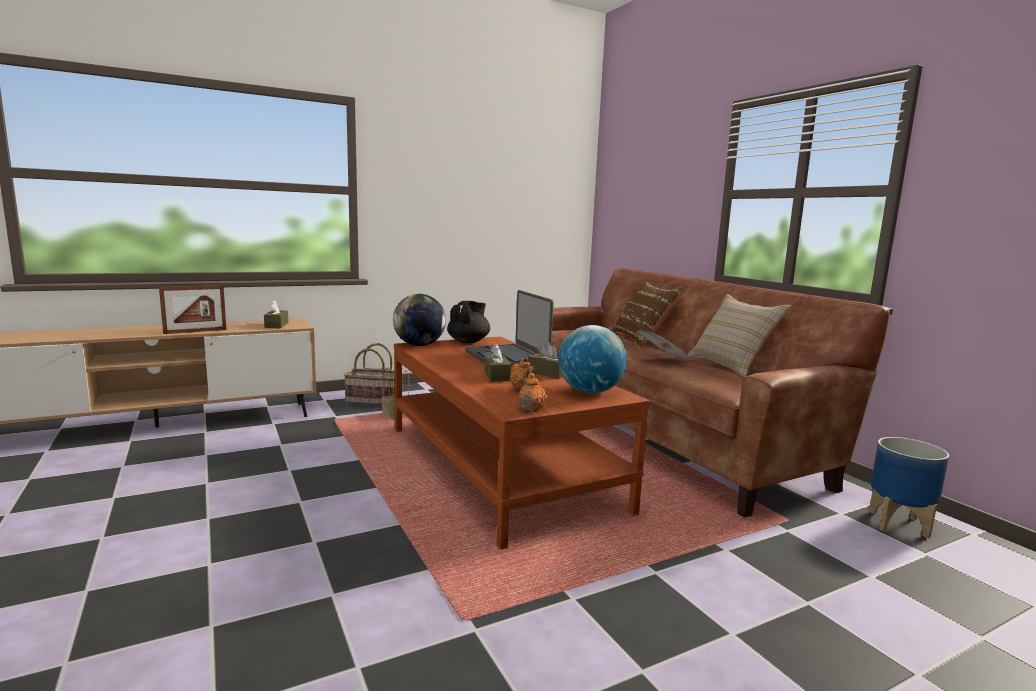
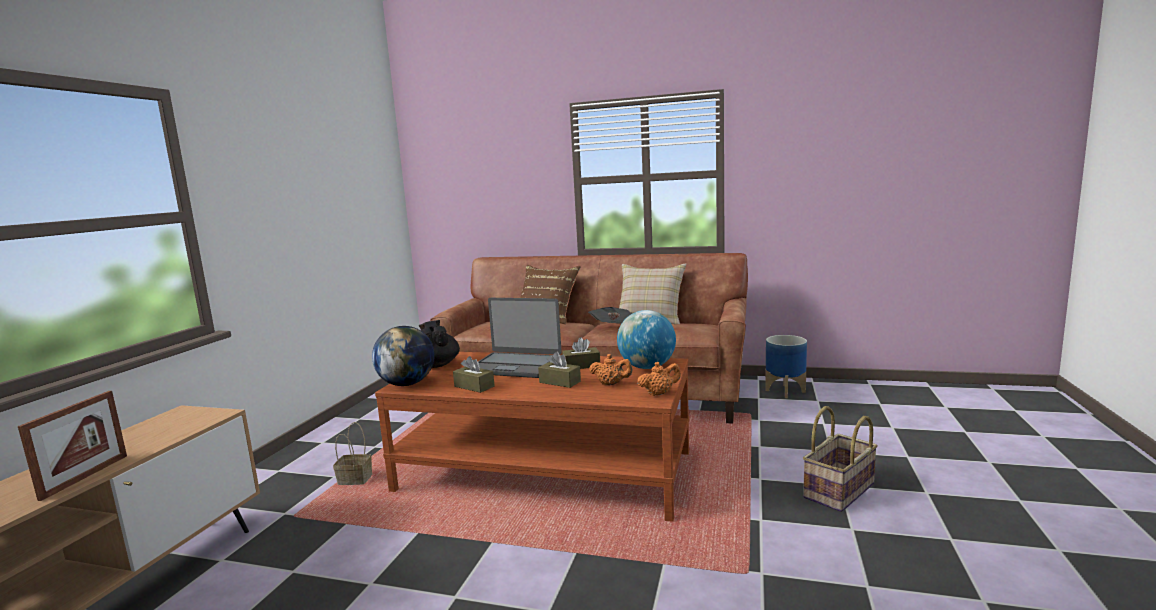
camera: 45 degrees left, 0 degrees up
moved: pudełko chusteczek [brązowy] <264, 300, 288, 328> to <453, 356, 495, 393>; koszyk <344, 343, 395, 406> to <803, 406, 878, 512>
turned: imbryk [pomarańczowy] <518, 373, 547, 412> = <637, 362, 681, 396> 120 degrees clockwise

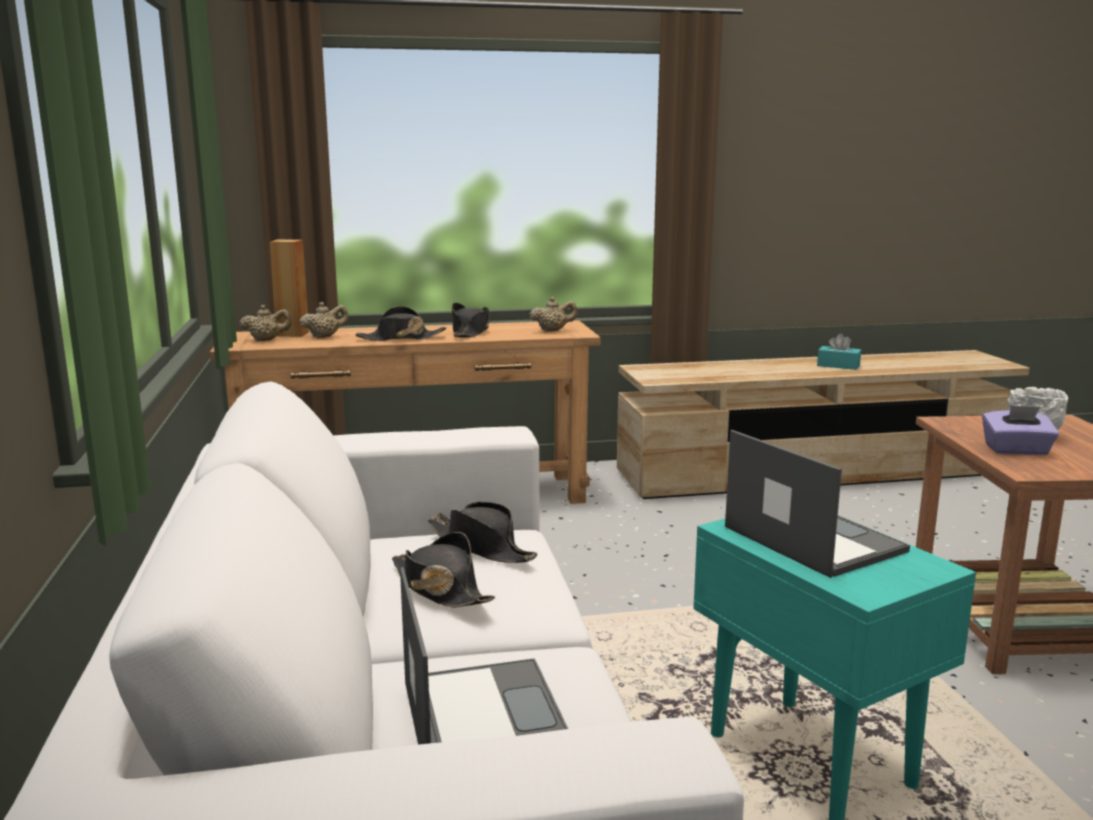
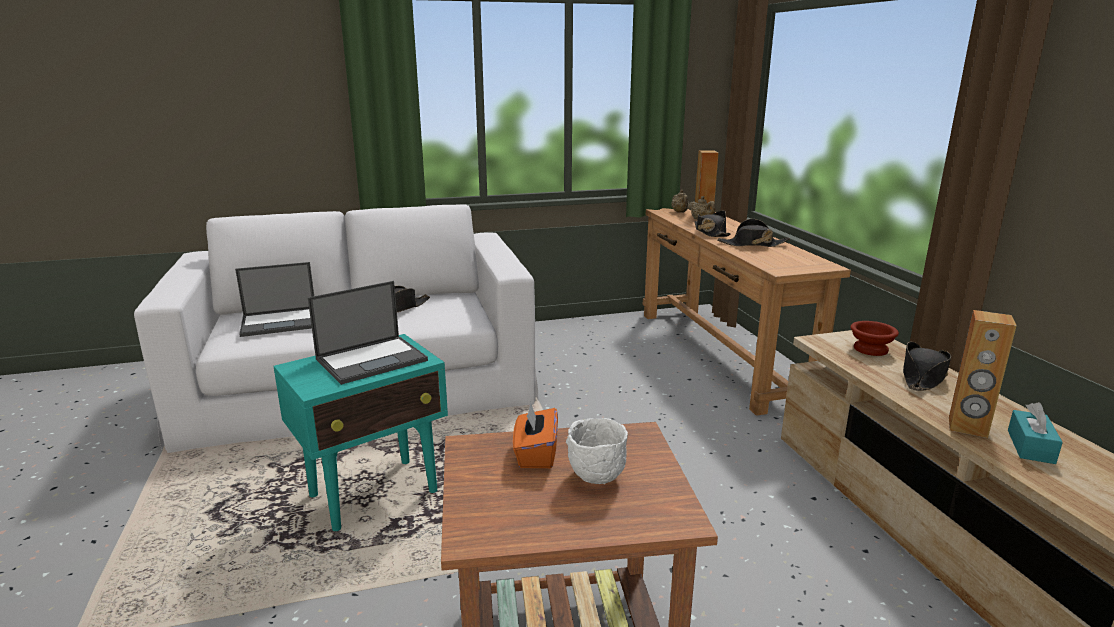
camera: 85 degrees right, 5 degrees up
removed: imbryk [beżowy] <529, 297, 577, 332>
added: miska [brązowy] <850, 321, 899, 356>; głośnik [brązowy] <949, 310, 1017, 438>
moved: kapelusz [czarny] <428, 502, 538, 563> to <903, 342, 951, 391>
recoloured: pudełko chusteczek [fioletowy] <982, 405, 1059, 455> to pudełko chusteczek [pomarańczowy] <513, 402, 558, 468>

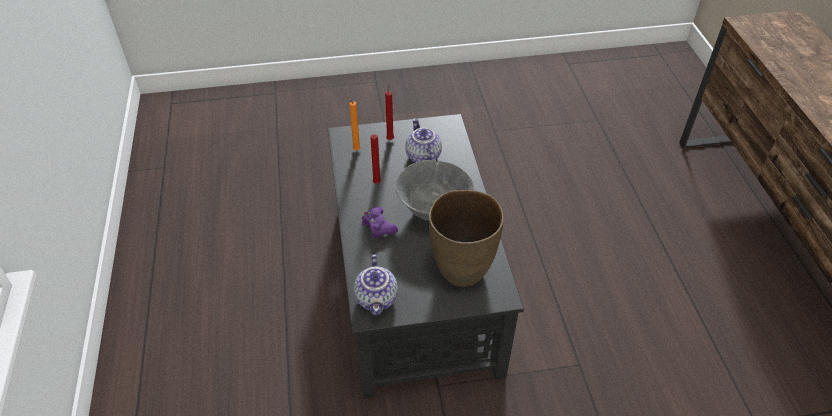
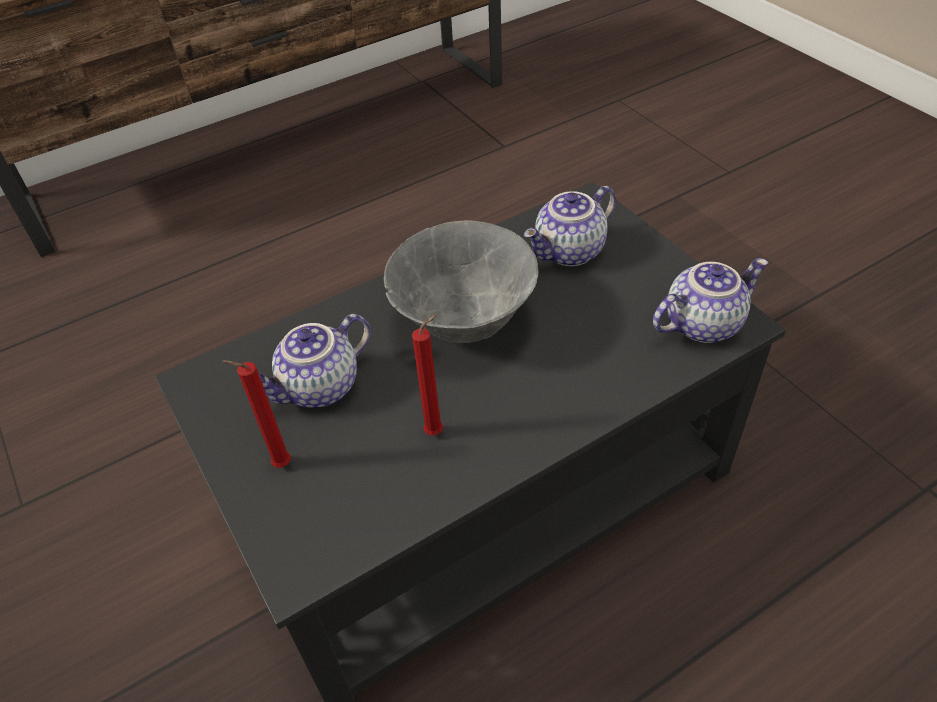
camera: 110 degrees left, 0 degrees up
removed: świeca [pomarańczowy] <346, 96, 361, 150>; pad do gier [fioletowy] <362, 207, 398, 238>
replaced: wazon [brązowy] <429, 190, 504, 287> to imbryk <524, 186, 616, 266>

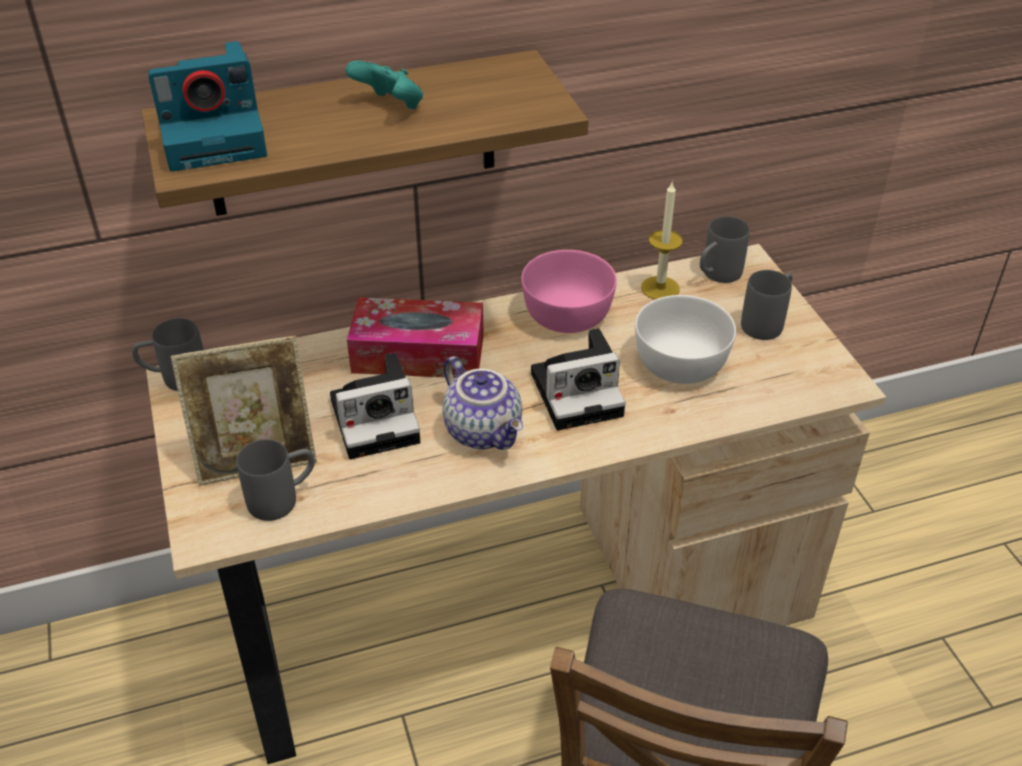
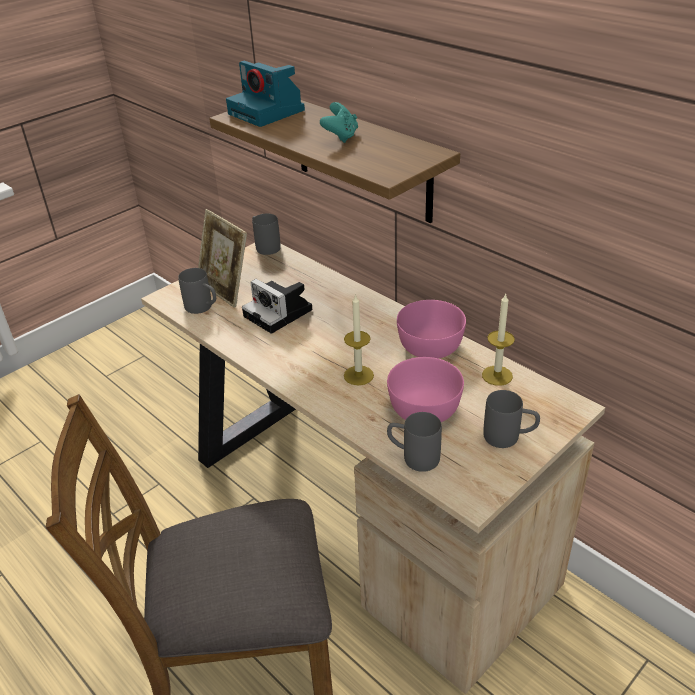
camera: 65 degrees right, 5 degrees down
removed: pudełko chusteczek <347, 297, 484, 378>; imbryk <442, 356, 523, 450>
moved: kubek [szary] <700, 216, 750, 283> to <387, 412, 442, 472>
replaced: aparat fotograficzny <531, 328, 626, 431> to świeca <344, 294, 374, 385>
recoloured: miska [biały] <635, 295, 736, 384> to miska [różowy] <387, 357, 464, 422>

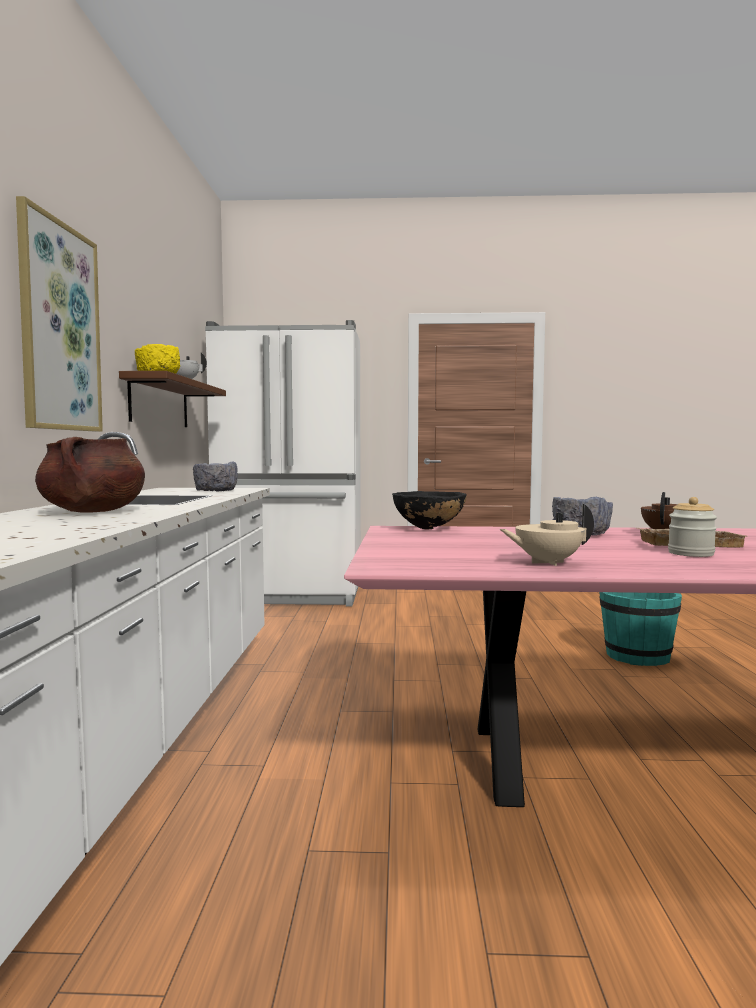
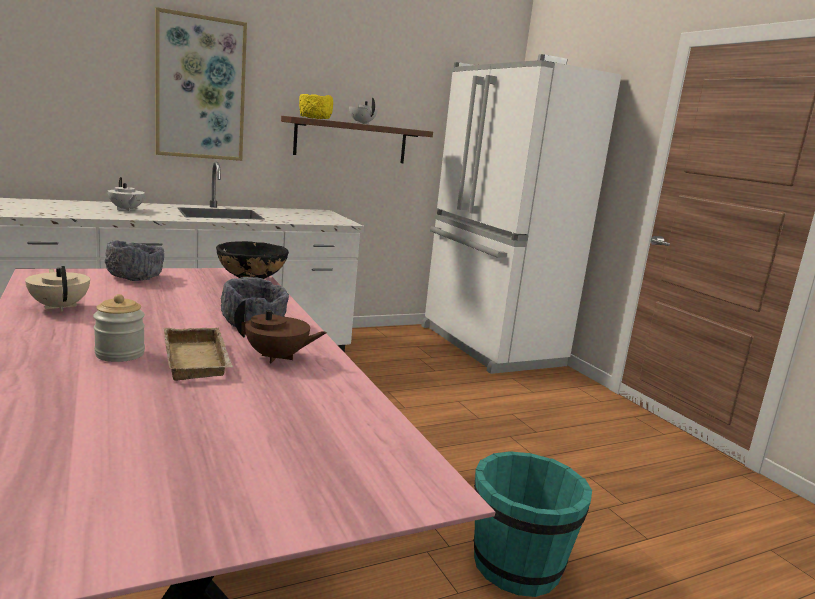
camera: 60 degrees right, 10 degrees up
moved: miska [szary] <193, 461, 238, 491> to <105, 240, 164, 281>
replaced: garnek [brązowy] <35, 437, 145, 513> to imbryk [biały] <108, 177, 145, 211>

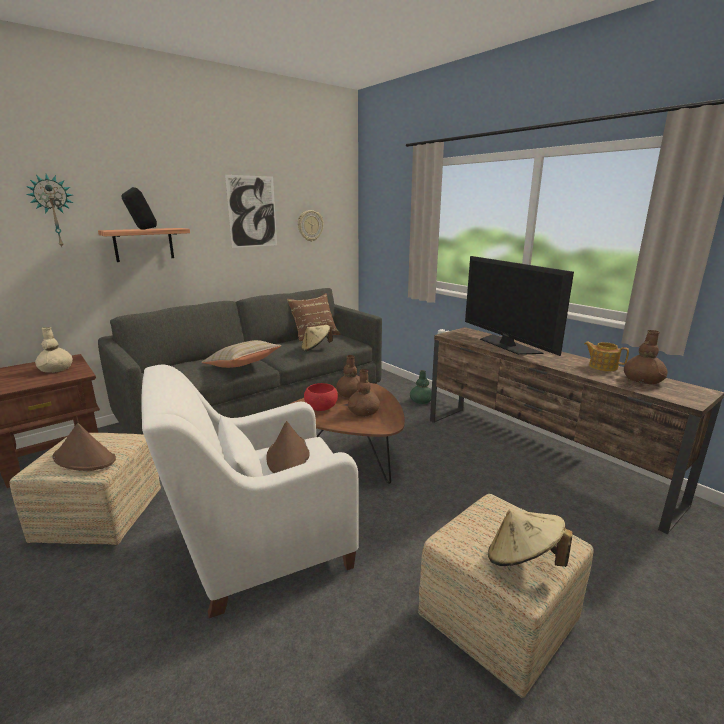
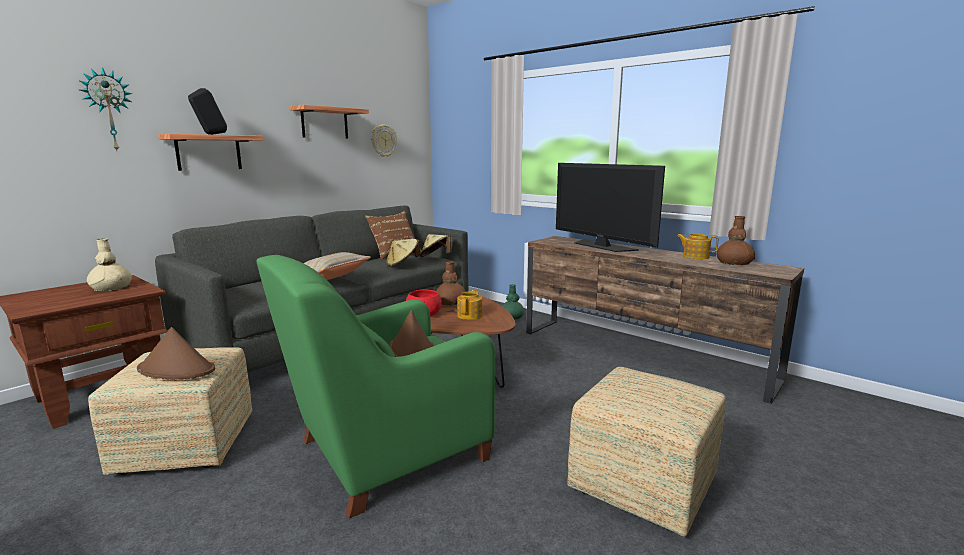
camera: 10 degrees left, 5 degrees down
moved: kapelusz [beżowy] <488, 510, 573, 567> to <420, 234, 452, 257>
replaced: obraz <225, 175, 277, 248> to półka <290, 105, 369, 138>; wazon [brązowy] <348, 369, 380, 417> to imbryk <457, 289, 482, 320>
recoloured: fotel [biały] <141, 365, 359, 618> to fotel [zielony] <257, 255, 495, 518>

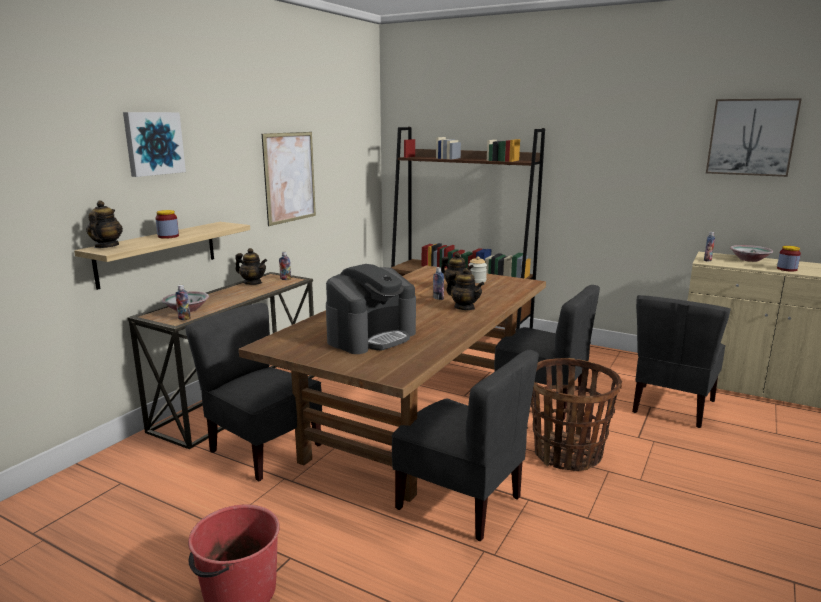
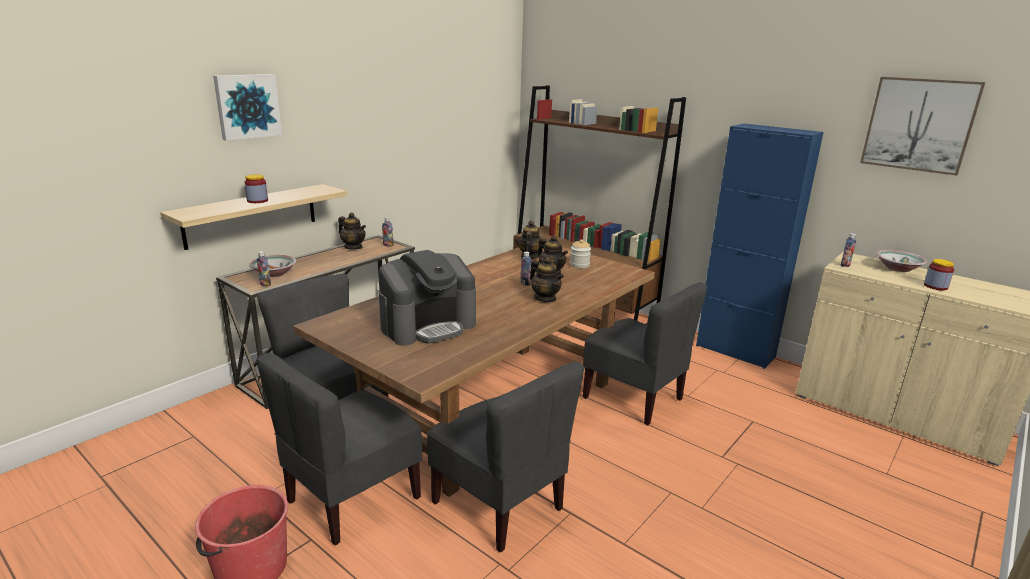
camera: 10 degrees right, 5 degrees up
removed: obraz <262, 132, 316, 226>; koszyk <531, 358, 622, 471>
added: szafka [niebieski] <696, 124, 824, 369>
moved: imbryk <86, 200, 123, 248> to <517, 221, 542, 259>; krzesło [szary] <632, 295, 731, 428> to <256, 353, 422, 545>

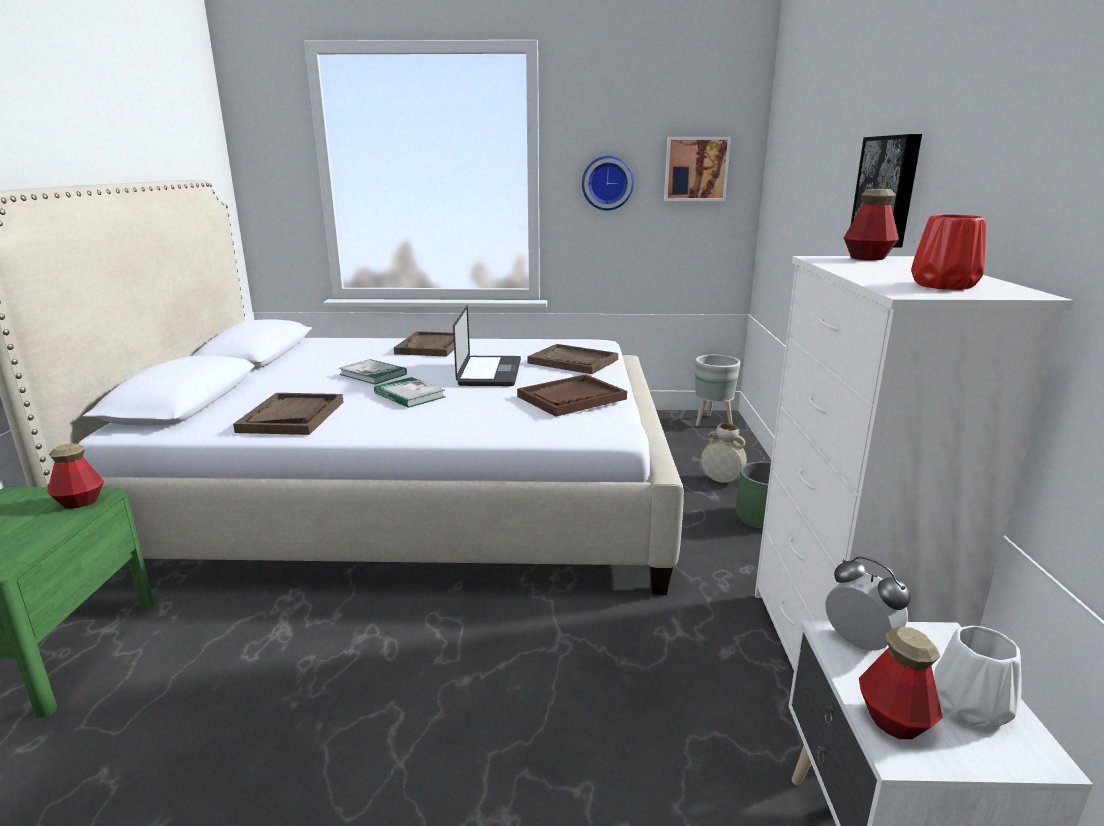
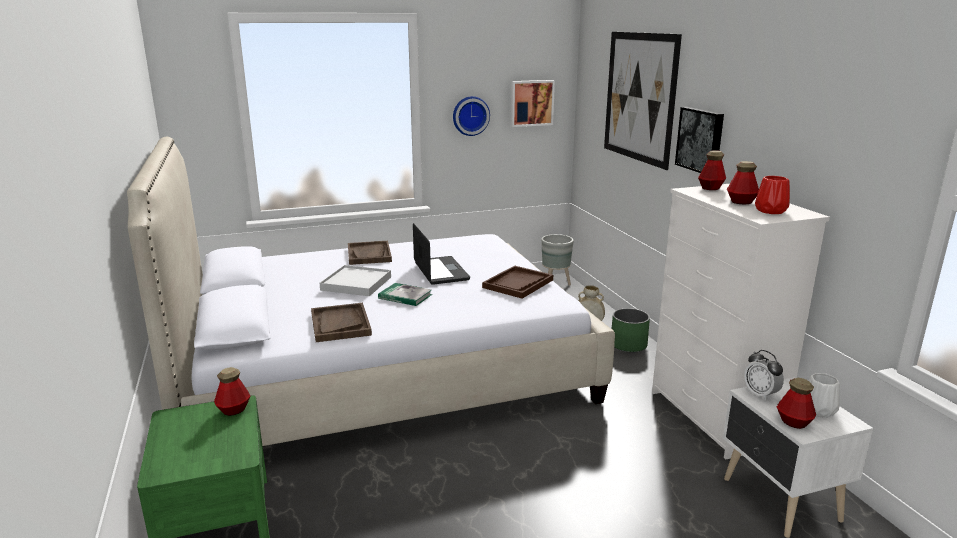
camera: 20 degrees left, 0 degrees up
removed: taca [brązowy] <528, 344, 618, 374>
added: obraz <604, 32, 682, 170>; butelka <727, 161, 759, 204>
replaced: książka <339, 359, 407, 385> to taca [biały] <320, 265, 391, 296>
turned: budzik <825, 556, 911, 651> = <744, 350, 784, 401> 150 degrees counterclockwise

